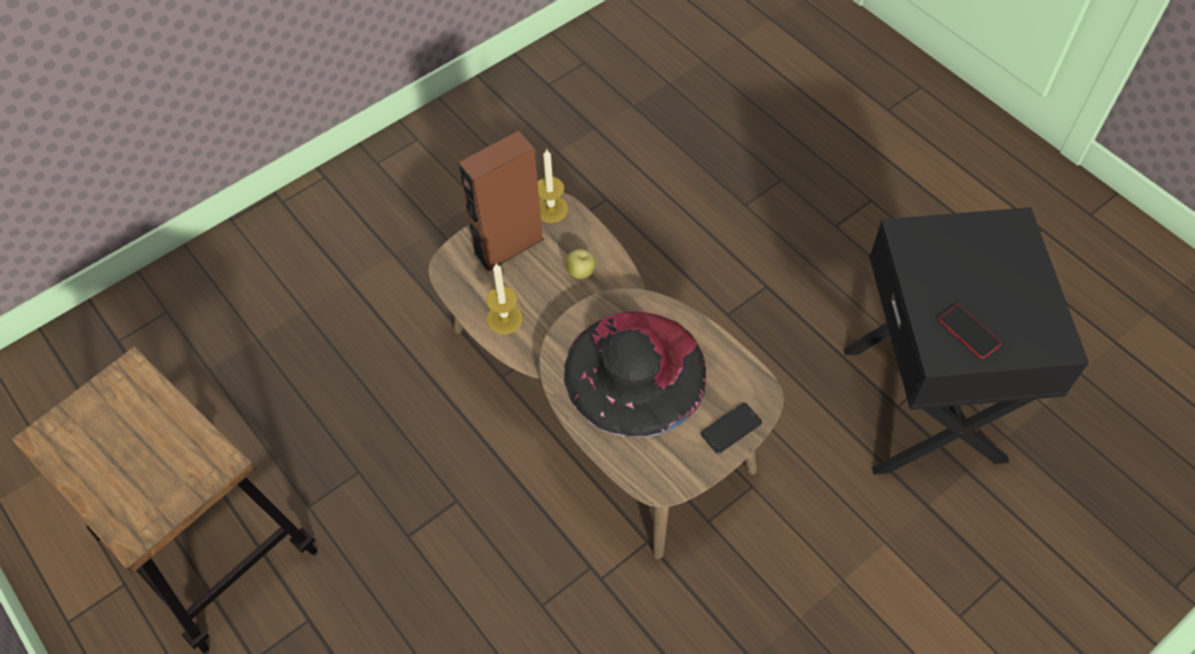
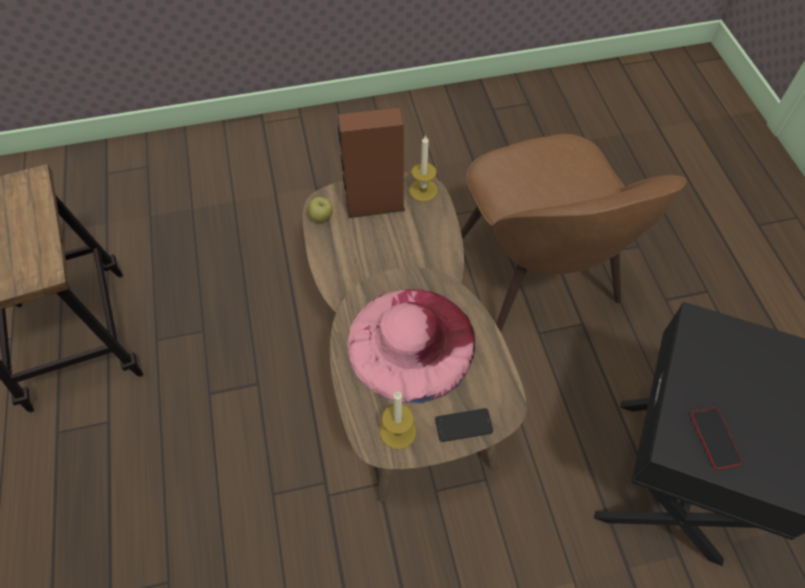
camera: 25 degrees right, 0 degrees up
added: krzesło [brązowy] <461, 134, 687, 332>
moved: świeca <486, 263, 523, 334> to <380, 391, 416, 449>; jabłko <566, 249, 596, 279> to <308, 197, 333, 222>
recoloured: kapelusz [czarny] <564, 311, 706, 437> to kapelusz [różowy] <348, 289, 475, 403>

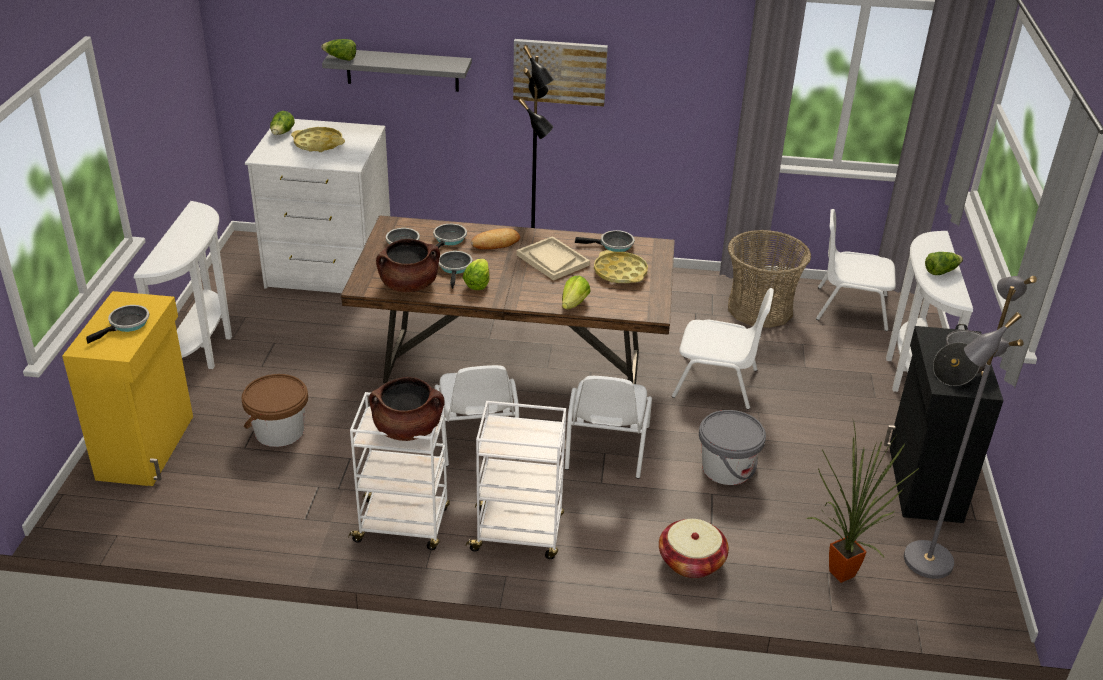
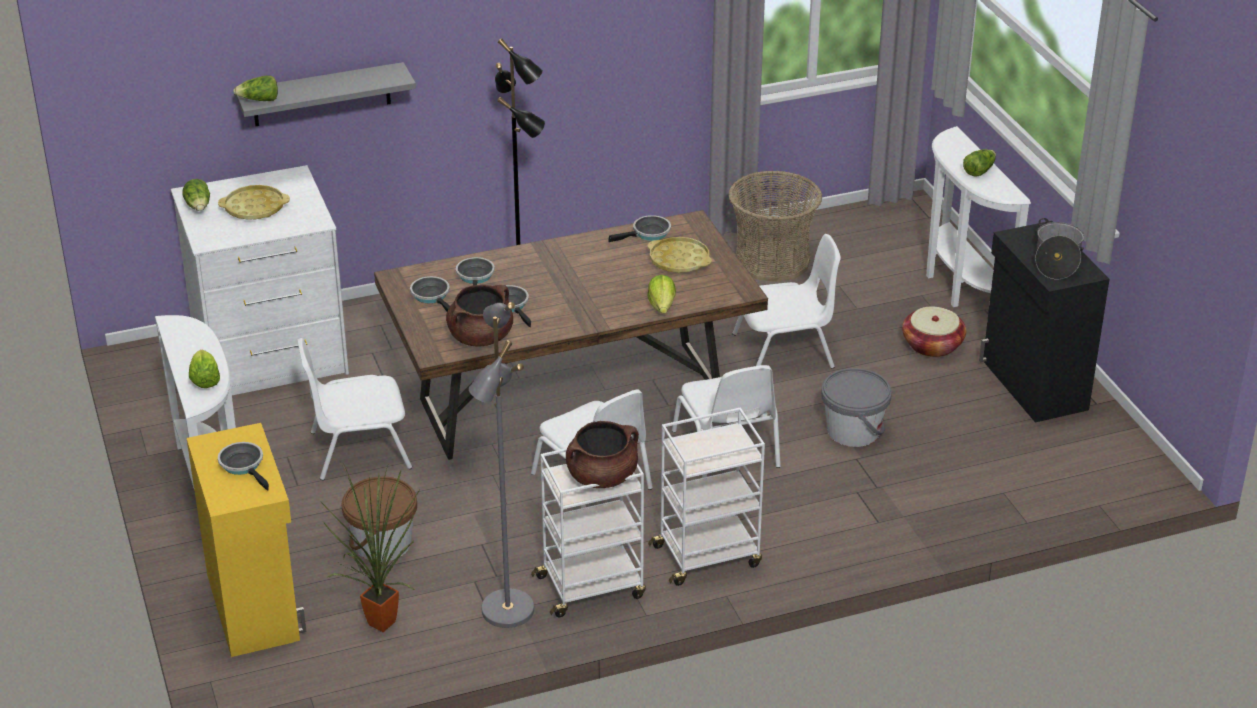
camera: 25 degrees left, 0 degrees up
removed: chleb <471, 228, 520, 250>; obraz <513, 39, 608, 107>; taca [beżowy] <516, 236, 590, 281>
moved: sałata <463, 259, 490, 290> to <189, 350, 220, 388>; koszyk <659, 519, 729, 578> to <902, 307, 966, 357>; roślina doniczkowa <806, 418, 919, 583> to <320, 460, 420, 632>; krzesło [biały] <816, 209, 896, 331> to <298, 338, 412, 480>; lampa stojąca [szary] <904, 276, 1037, 579> to <469, 302, 534, 628>
turned: patelnia <86, 305, 149, 343> = <218, 442, 269, 491> 45 degrees counterclockwise

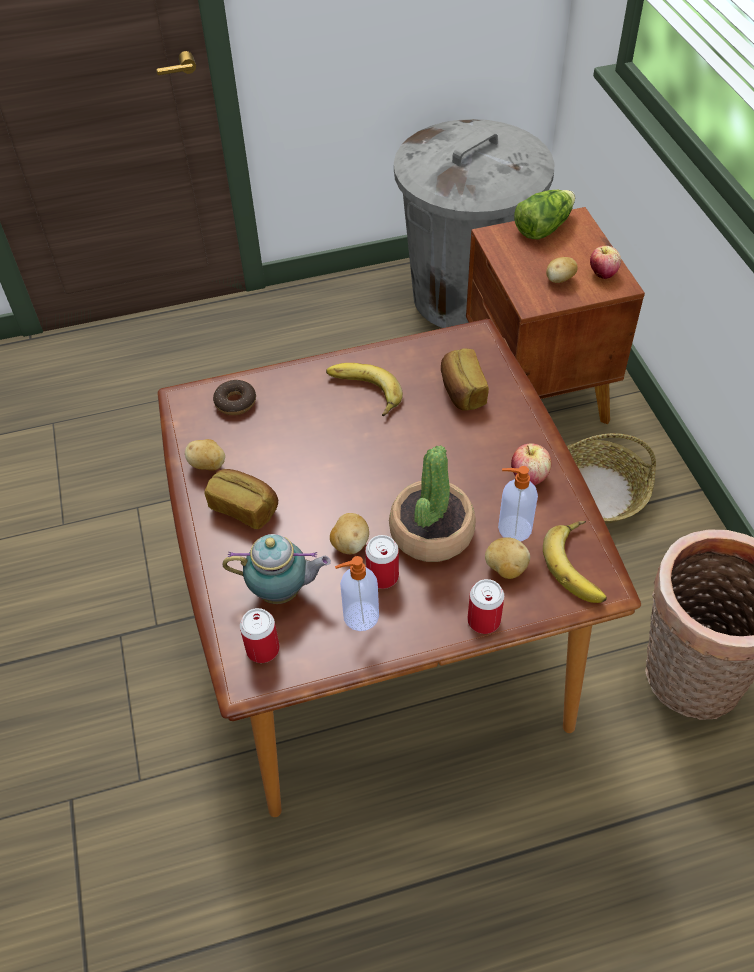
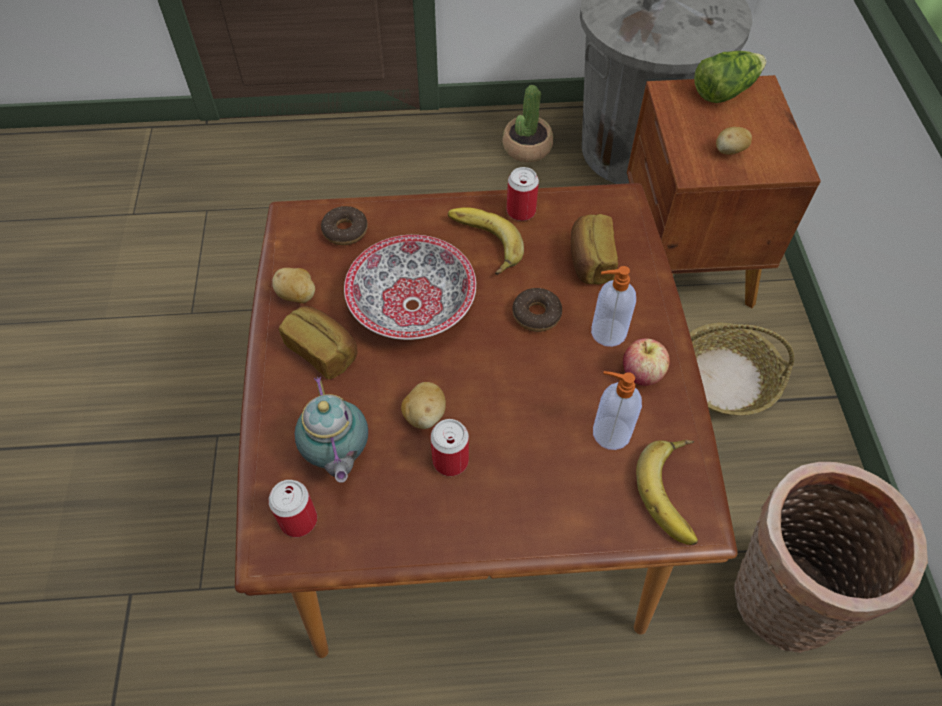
camera: 10 degrees right, 5 degrees up
removed: ziemniak <485, 537, 530, 579>; jabłko <590, 246, 621, 279>
added: miska <344, 235, 476, 340>; donut <512, 288, 562, 332>
moved: dozownik mydła <335, 556, 379, 631> to <591, 266, 636, 347>; roślina doniczkowa <389, 445, 476, 562> to <502, 85, 553, 162>; puszka <467, 579, 504, 634> to <507, 167, 539, 221>
turned: imbryk <223, 534, 331, 604> = <294, 376, 368, 483> 60 degrees clockwise

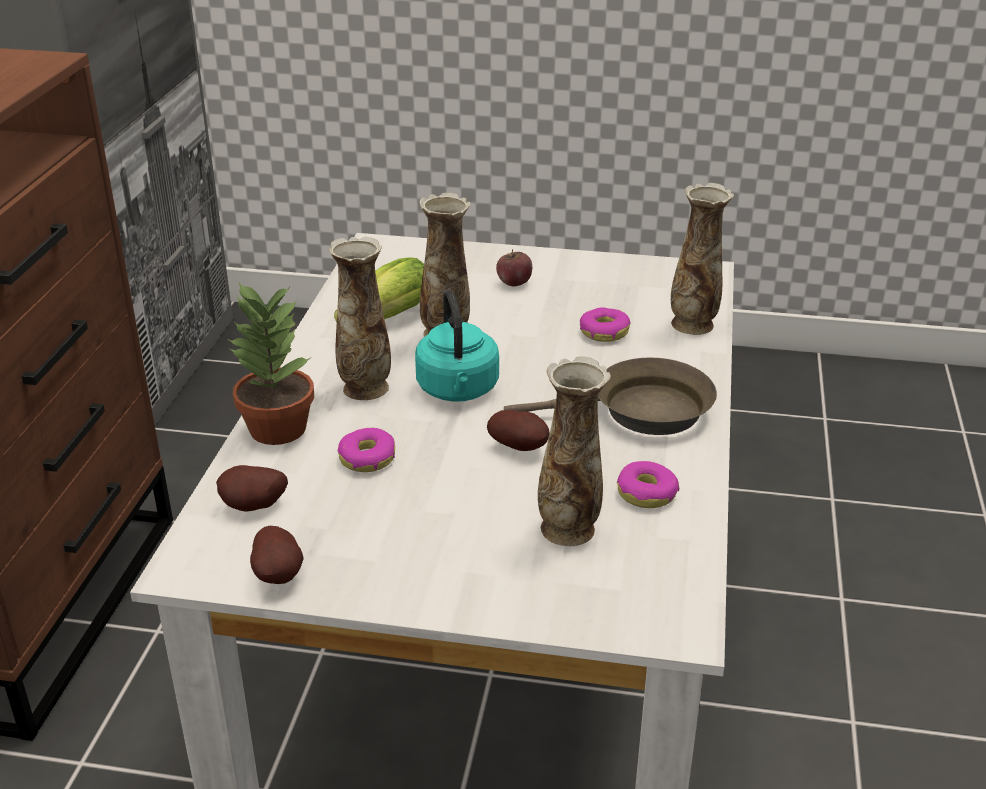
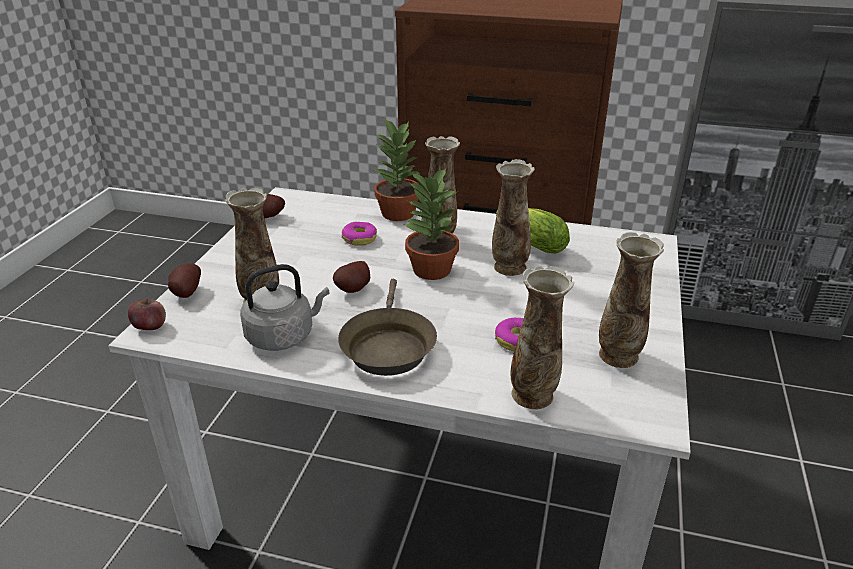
camera: 95 degrees right, 0 degrees up
added: wazon <599, 232, 664, 368>
moved: ziemniak <216, 465, 288, 512> to <168, 263, 201, 298>; jabłko <496, 249, 532, 287> to <128, 299, 166, 330>
replaced: czajnik [turkusowy] <415, 290, 499, 402> to roślina doniczkowa <404, 167, 459, 280>; donut <617, 461, 679, 508> to czajnik [szary] <240, 264, 329, 351>

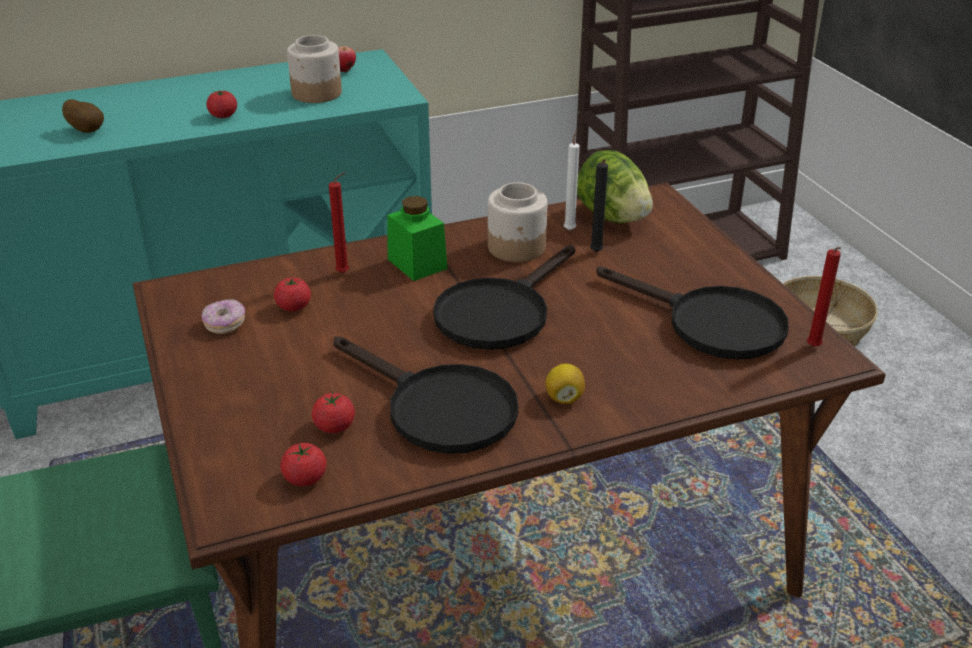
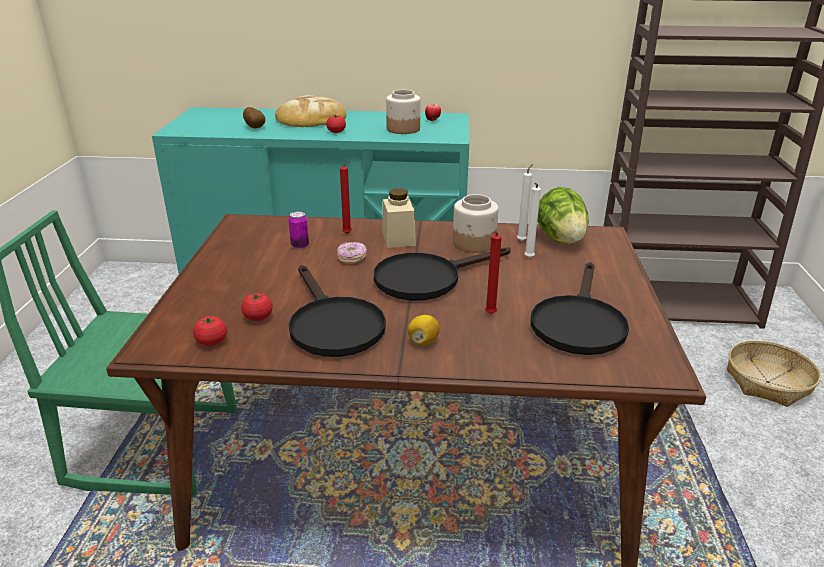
camera: 25 degrees right, 5 degrees down
added: chleb <275, 95, 346, 127>
moved: donut <201, 299, 245, 334> to <337, 242, 367, 264>; świeca [czerwony] <807, 247, 841, 347> to <485, 231, 502, 314>
replaced: pomidor <274, 277, 311, 311> to puszka <289, 211, 309, 249>
recoloured: słoik [zielony] <387, 196, 447, 281> to słoik [beżowy] <382, 188, 416, 248>; świeca [czarny] <590, 159, 608, 252> to świeca [biały] <525, 183, 541, 258>
turned: patelnia [czarny] <597, 267, 789, 360> = <531, 262, 629, 355> 45 degrees clockwise

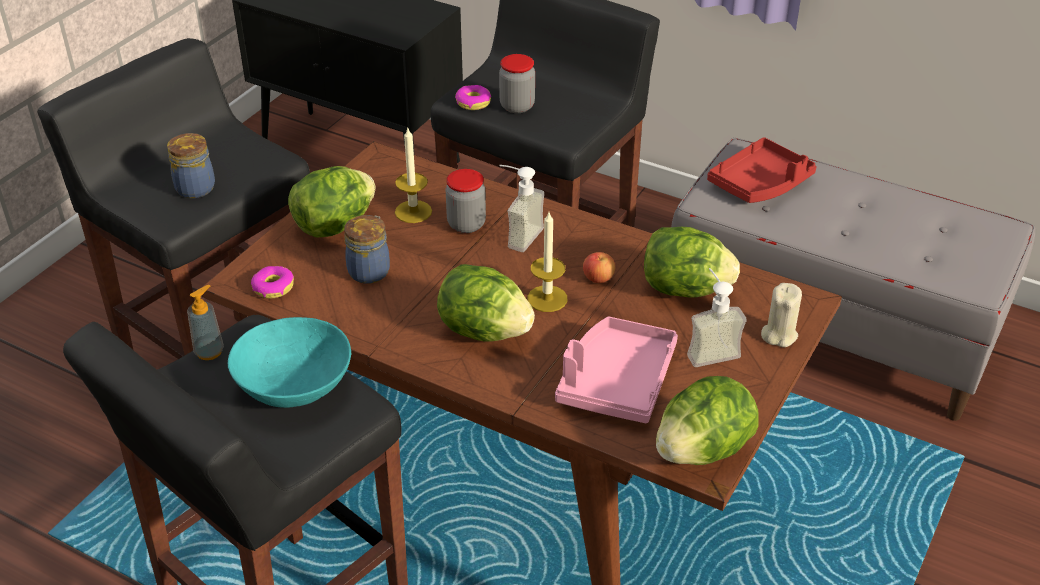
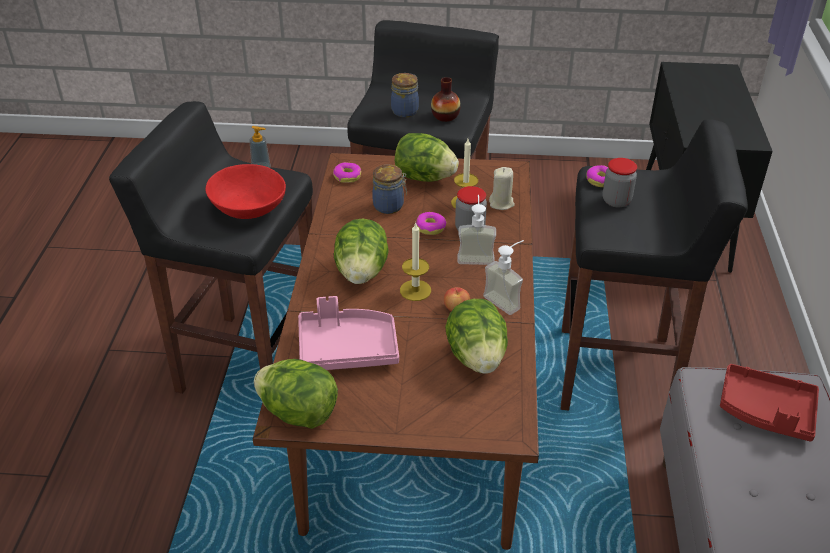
camera: 65 degrees right, 0 degrees up
added: donut <416, 212, 446, 235>; wazon <431, 77, 461, 122>
moved: dozownik mydła <687, 268, 747, 367> to <483, 240, 524, 315>; świeca [beżowy] <761, 283, 802, 347> to <489, 167, 515, 210>
recoloured: miska [turkusowy] <228, 317, 351, 408> to miska [czerwony] <205, 164, 286, 219>

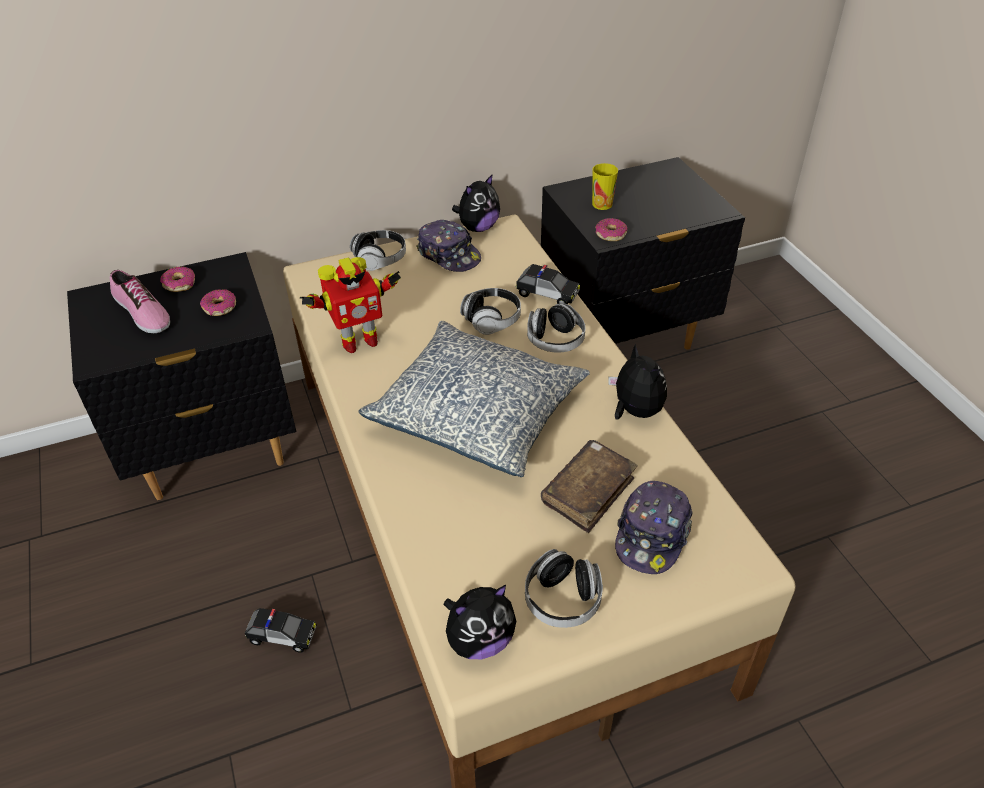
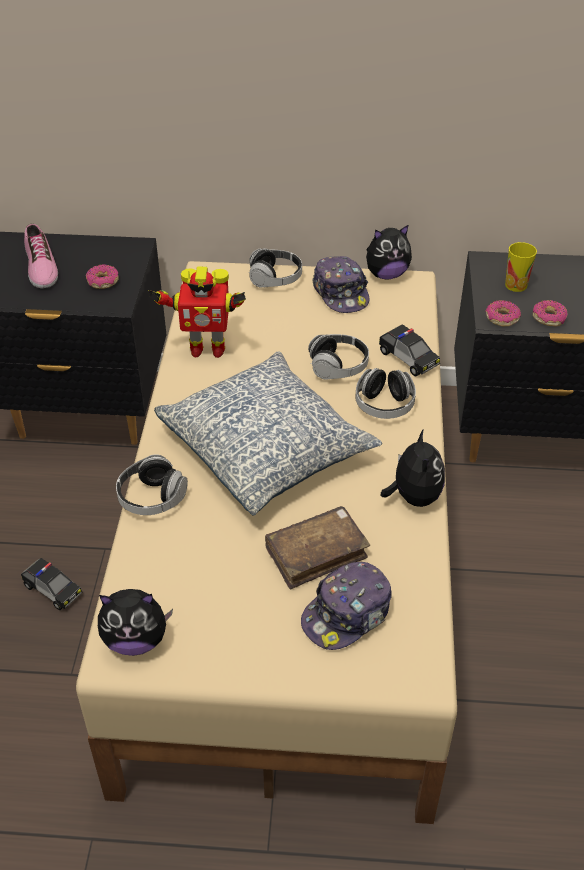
camera: 25 degrees right, 0 degrees up
moved: donut <160, 266, 195, 292> to <533, 300, 568, 326>; słuchawki <525, 549, 603, 628> to <116, 454, 188, 515>

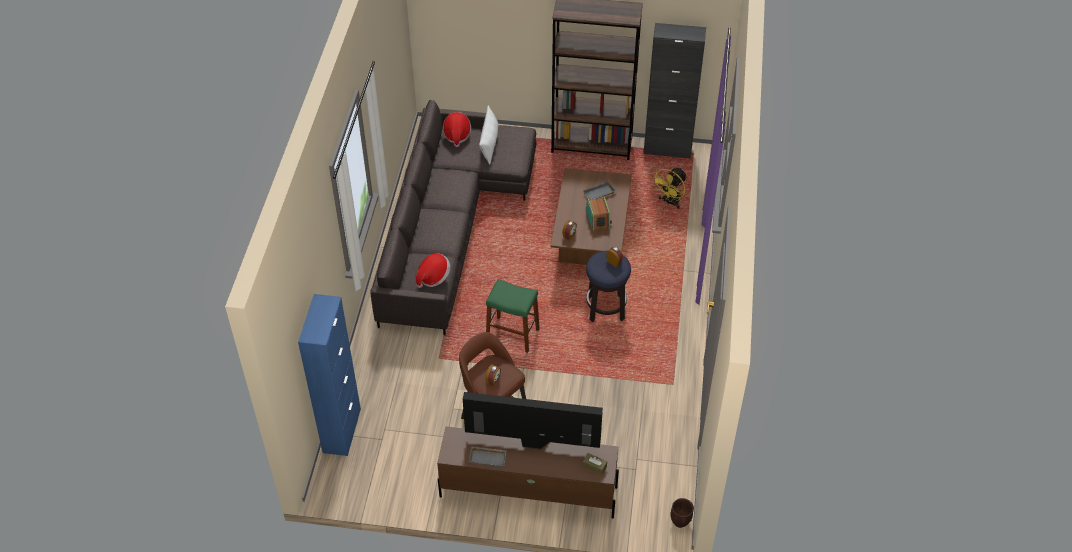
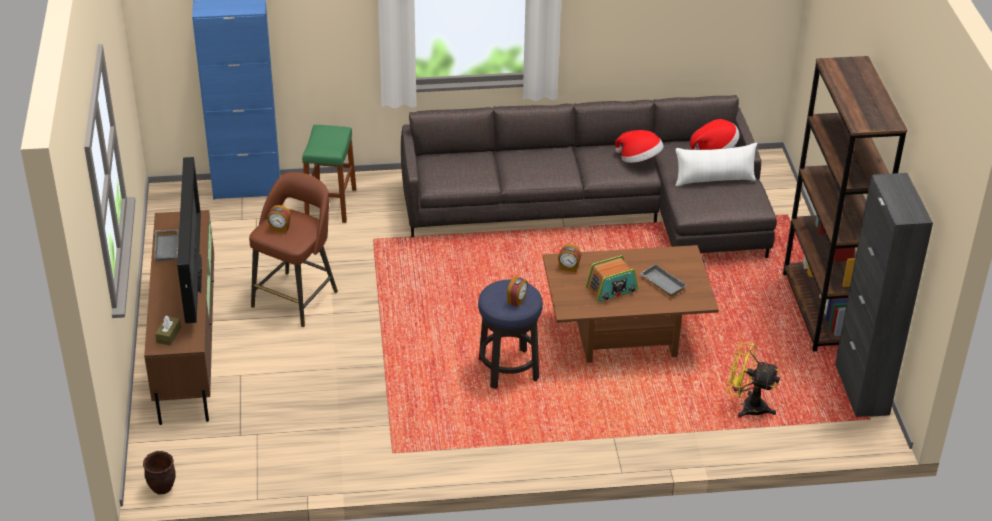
camera: 75 degrees right, 10 degrees down
moved: kapelusz <416, 254, 450, 288> to <615, 130, 664, 163>; stołek [zielony] <486, 279, 540, 353> to <302, 125, 356, 223>

